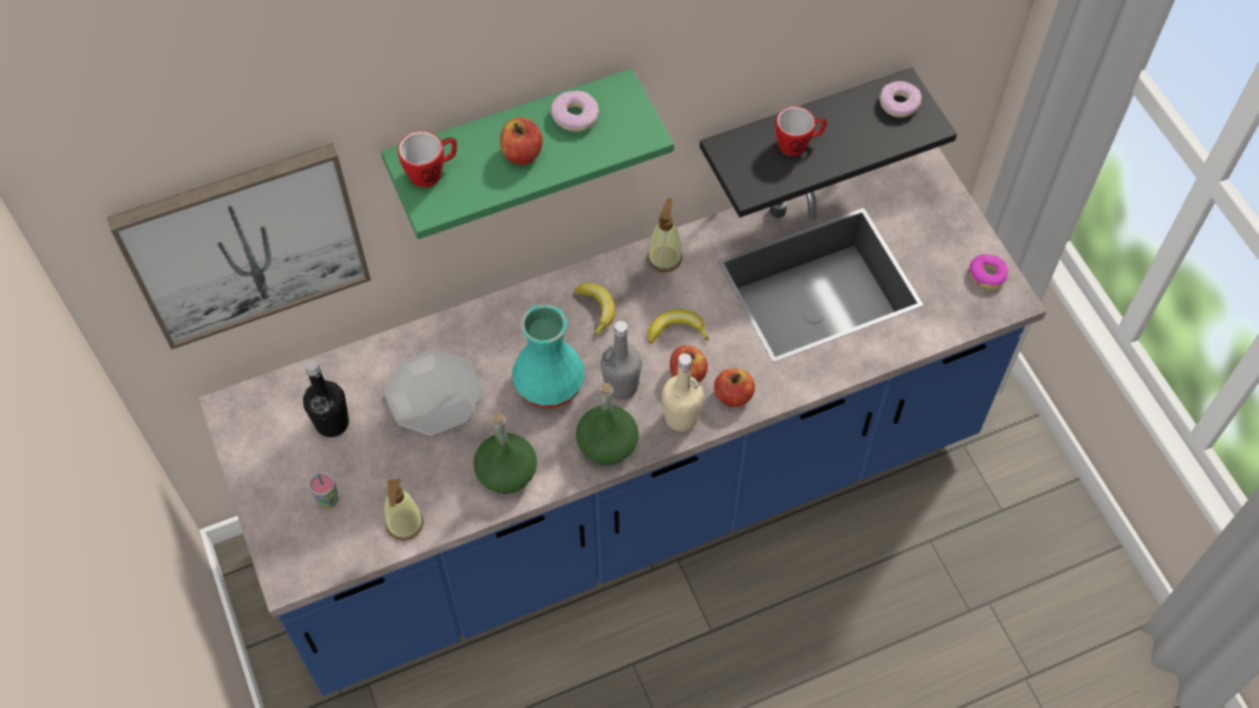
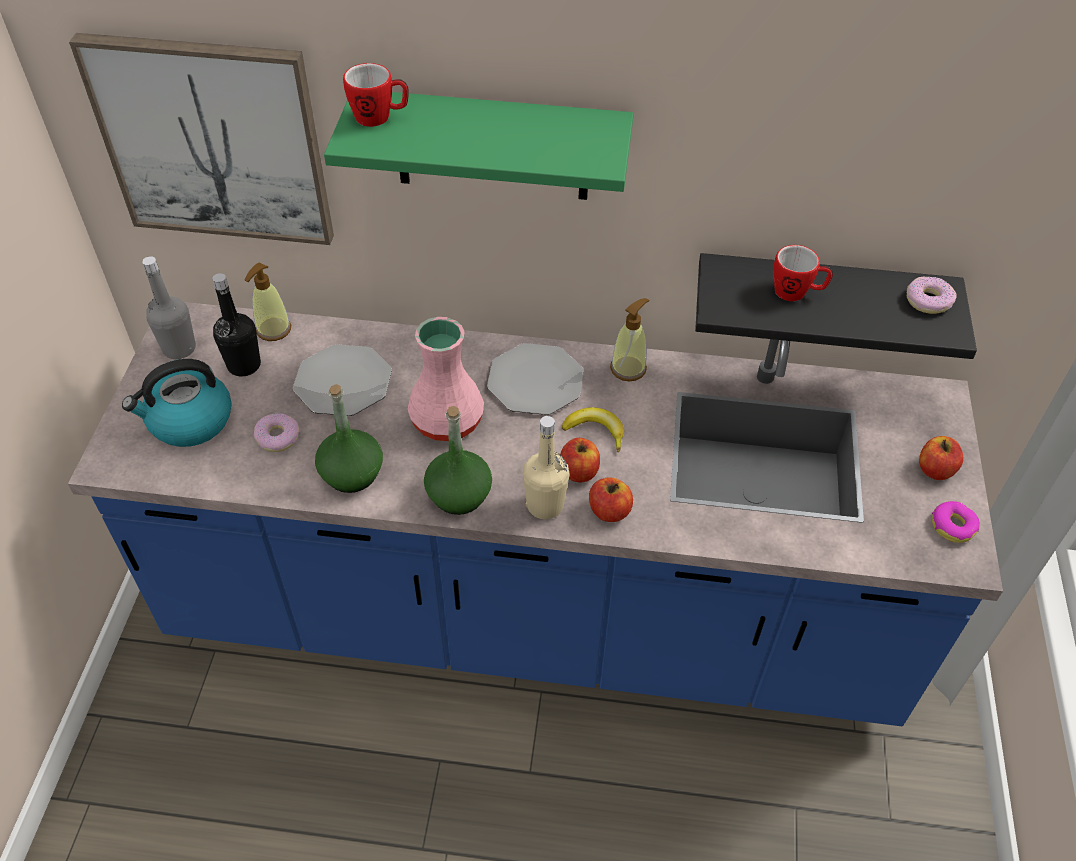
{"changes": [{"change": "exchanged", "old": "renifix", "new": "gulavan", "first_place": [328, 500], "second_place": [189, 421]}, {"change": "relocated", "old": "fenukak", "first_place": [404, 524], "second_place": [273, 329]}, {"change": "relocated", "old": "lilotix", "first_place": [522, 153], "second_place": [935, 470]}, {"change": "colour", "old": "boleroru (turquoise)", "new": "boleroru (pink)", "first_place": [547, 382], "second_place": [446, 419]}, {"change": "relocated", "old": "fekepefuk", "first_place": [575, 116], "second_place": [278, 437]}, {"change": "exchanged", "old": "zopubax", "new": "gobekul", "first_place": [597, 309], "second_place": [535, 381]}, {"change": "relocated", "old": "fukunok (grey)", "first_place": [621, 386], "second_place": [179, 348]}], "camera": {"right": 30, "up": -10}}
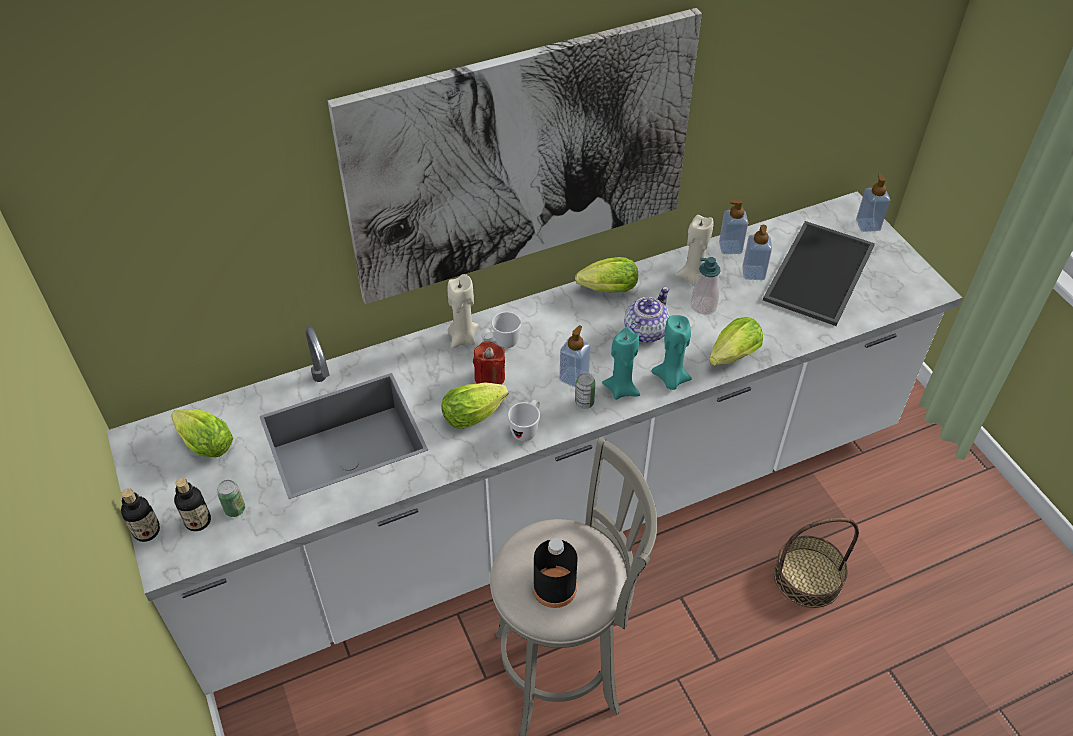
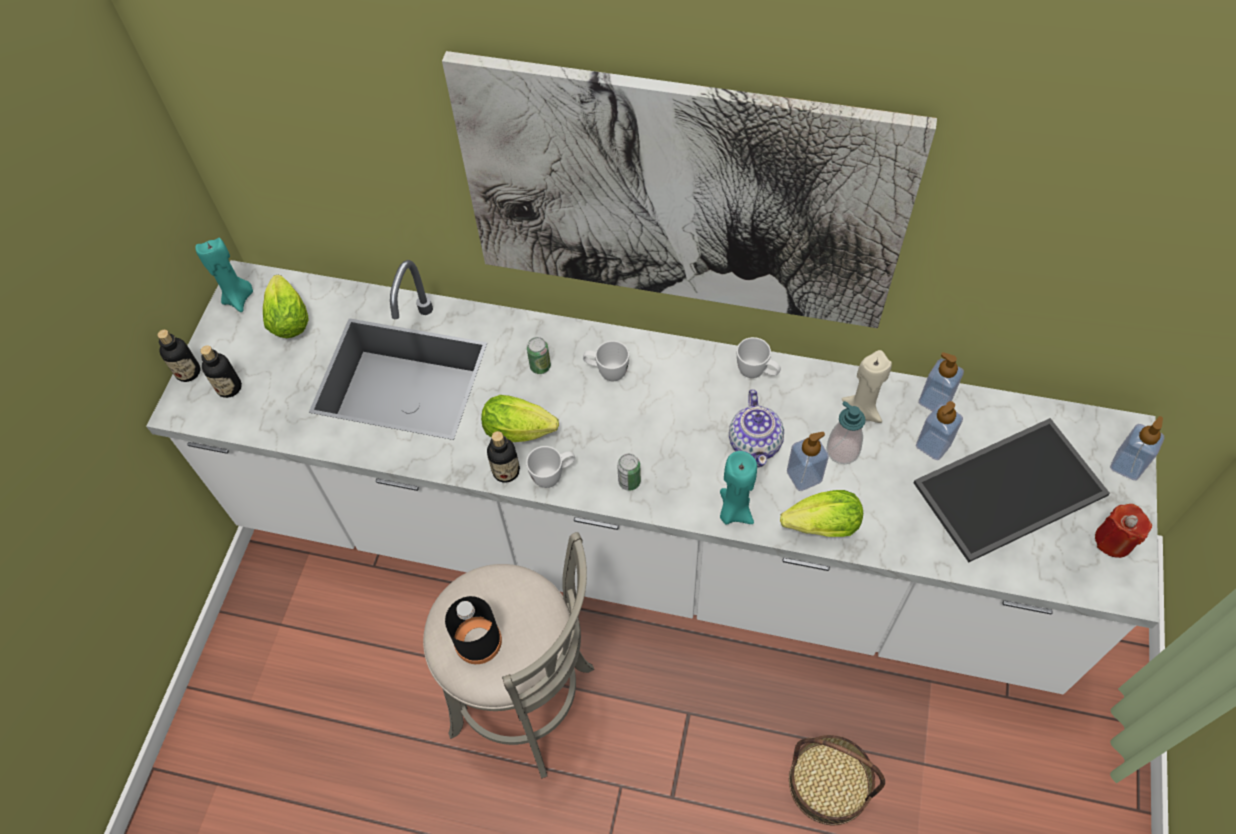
{"changes": [{"change": "relocated", "old": "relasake", "first_place": [235, 509], "second_place": [540, 366]}, {"change": "missing", "old": "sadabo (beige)", "first_place": [463, 338]}, {"change": "relocated", "old": "sadabo (red)", "first_place": [489, 377], "second_place": [1114, 540]}, {"change": "relocated", "old": "fenukak", "first_place": [574, 377], "second_place": [804, 476]}, {"change": "exchanged", "old": "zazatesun", "new": "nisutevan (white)", "first_place": [605, 290], "second_place": [757, 373]}, {"change": "relocated", "old": "sadabo (turquoise)", "first_place": [621, 389], "second_place": [239, 298]}, {"change": "spun", "old": "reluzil", "first_place": [645, 331], "second_place": [755, 443], "degrees": 105}, {"change": "appeared", "new": "fukunok", "second_place": [506, 471]}], "camera": {"right": 40, "up": 10}}
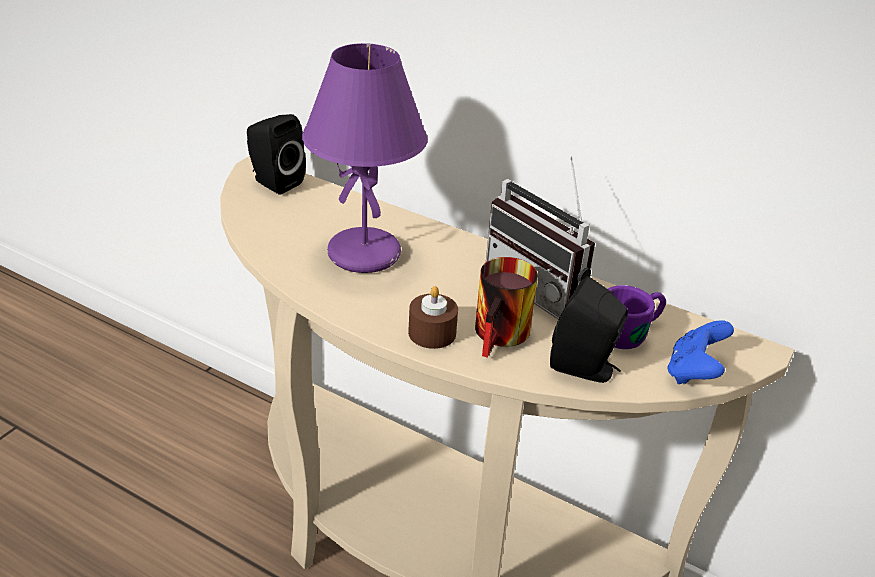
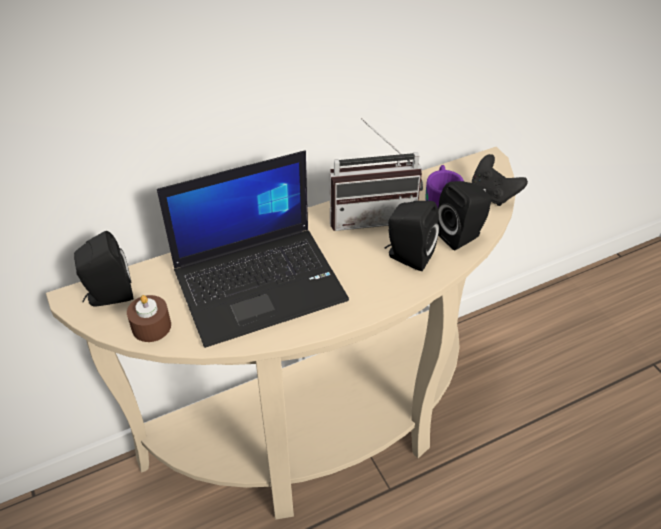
{"changes": [{"change": "exchanged", "old": "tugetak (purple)", "new": "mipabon", "first_place": [366, 254], "second_place": [261, 283]}, {"change": "relocated", "old": "sadabo (brown)", "first_place": [432, 333], "second_place": [151, 326]}, {"change": "exchanged", "old": "nisutevan", "new": "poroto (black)", "first_place": [504, 336], "second_place": [407, 256]}, {"change": "colour", "old": "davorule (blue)", "new": "davorule (black)", "first_place": [694, 373], "second_place": [493, 194]}], "camera": {"right": -55, "up": 10}}
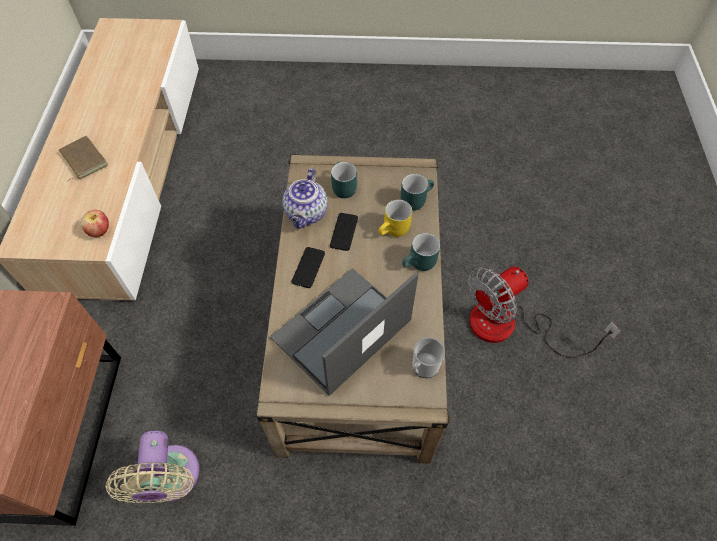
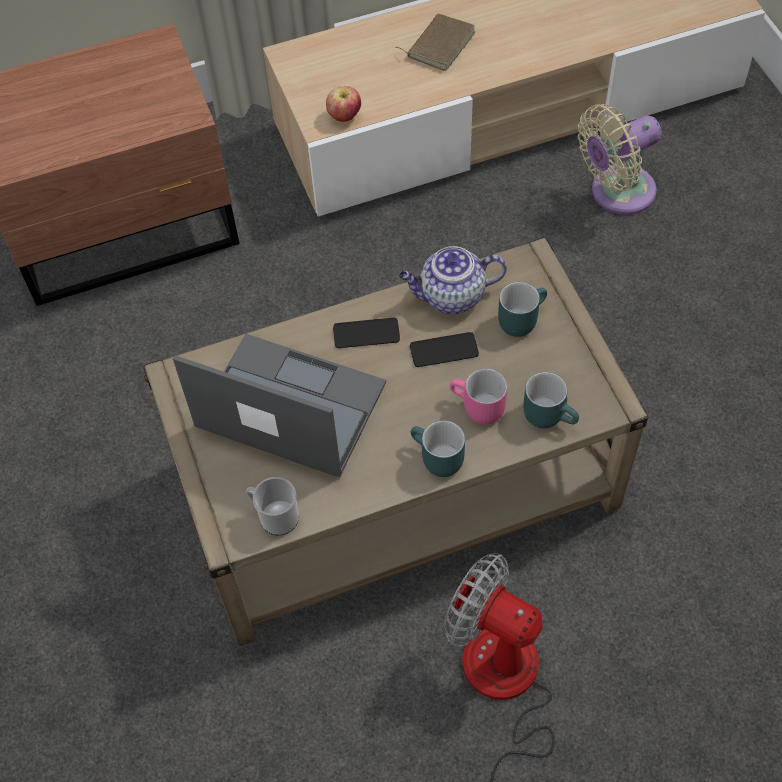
{"changes": [{"change": "relocated", "old": "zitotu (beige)", "first_place": [171, 480], "second_place": [616, 193]}, {"change": "colour", "old": "nisutevan (yellow)", "new": "nisutevan (pink)", "first_place": [394, 231], "second_place": [477, 409]}], "camera": {"right": 70, "up": 0}}
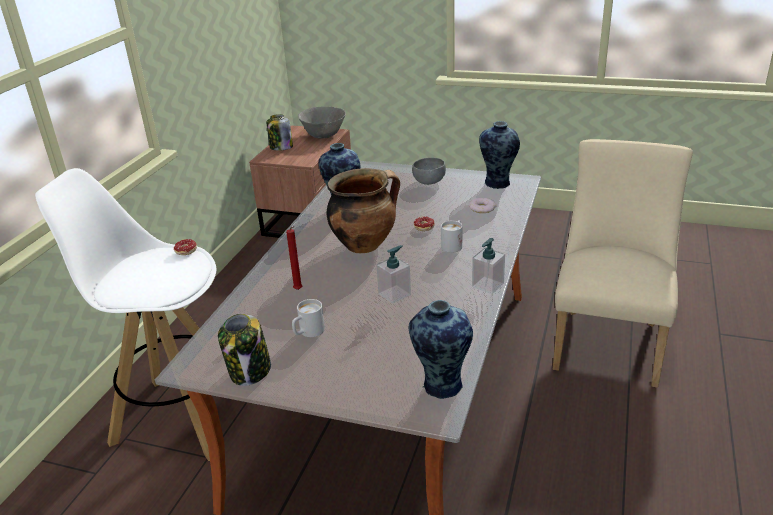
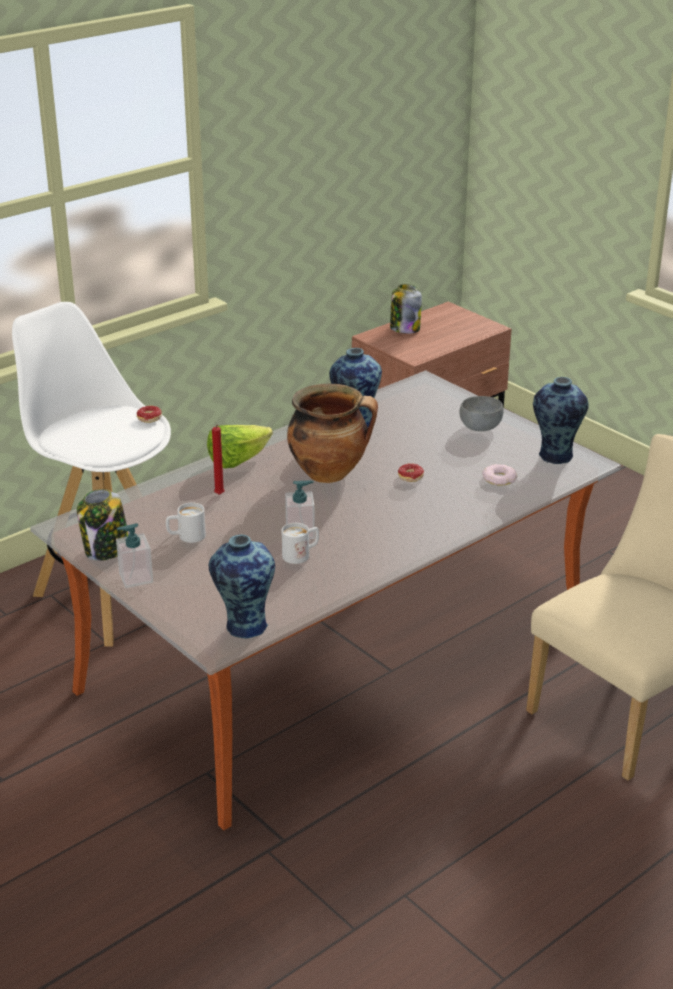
{"changes": [{"change": "missing", "old": "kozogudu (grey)", "first_place": [323, 135]}, {"change": "relocated", "old": "nisutevan (white)", "first_place": [453, 245], "second_place": [301, 554]}, {"change": "relocated", "old": "fenukak", "first_place": [487, 285], "second_place": [135, 578]}, {"change": "appeared", "new": "zazatesun", "second_place": [237, 460]}], "camera": {"right": 30, "up": 0}}
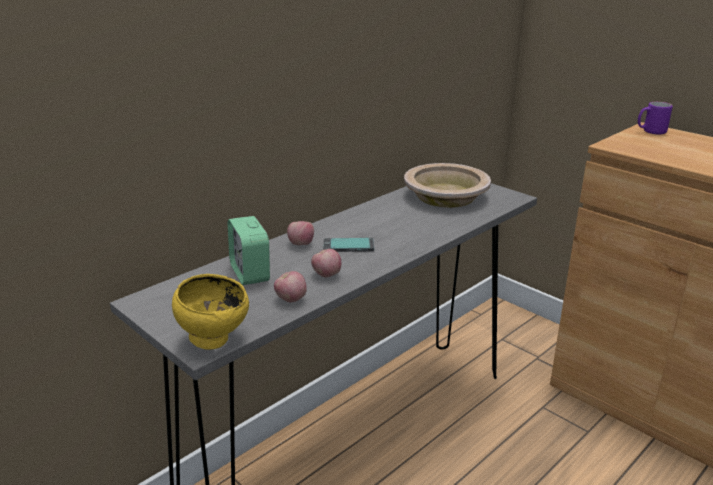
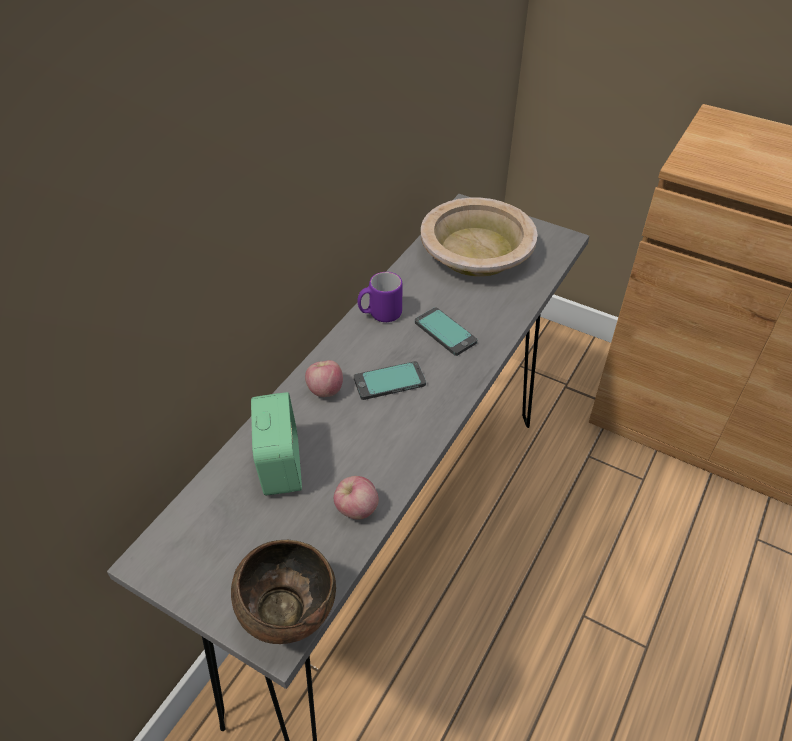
{"changes": [{"change": "colour", "old": "kozogudu (yellow)", "new": "kozogudu (brown)", "first_place": [215, 340], "second_place": [289, 617]}, {"change": "spun", "old": "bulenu", "first_place": [250, 273], "second_place": [280, 466], "degrees": -150}, {"change": "missing", "old": "lilotix", "first_place": [326, 275]}, {"change": "relocated", "old": "nisutevan (purple)", "first_place": [650, 132], "second_place": [380, 314]}, {"change": "appeared", "new": "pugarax", "second_place": [445, 332]}], "camera": {"right": -15, "up": 20}}
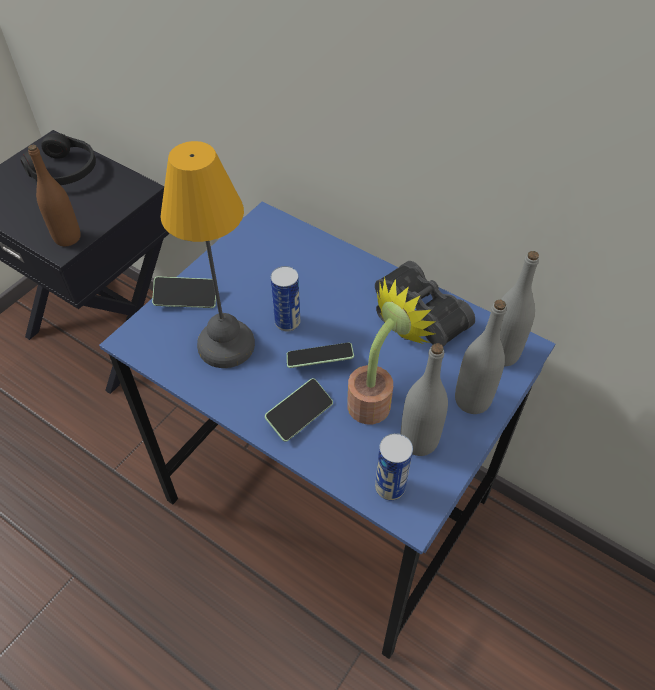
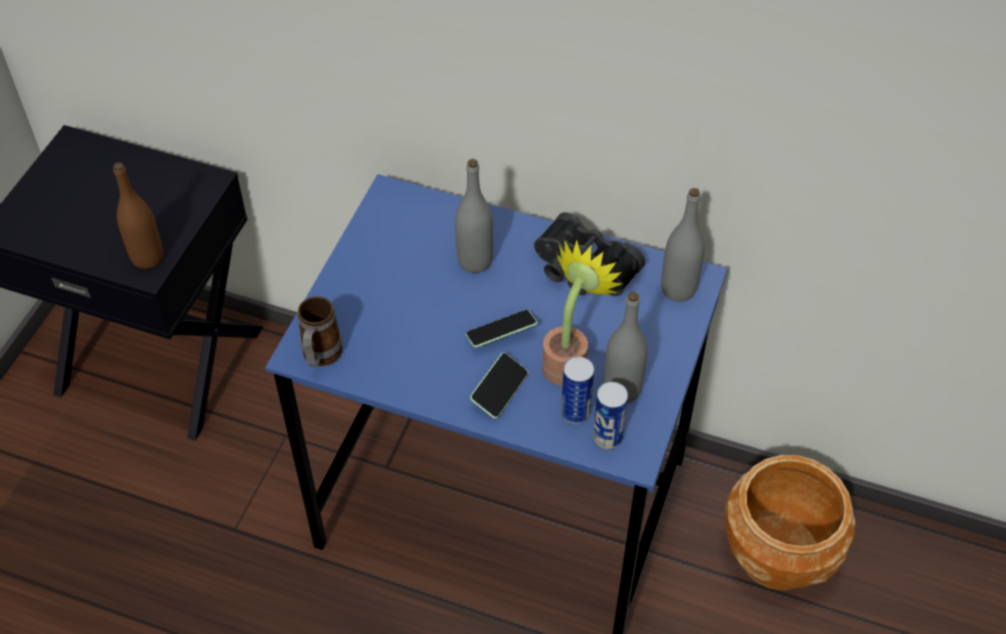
{"changes": [{"change": "missing", "old": "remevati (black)", "first_place": [64, 170]}, {"change": "missing", "old": "pugarax", "first_place": [186, 298]}, {"change": "missing", "old": "tugetak", "first_place": [226, 346]}, {"change": "relocated", "old": "relasake", "first_place": [287, 322], "second_place": [575, 413]}, {"change": "relocated", "old": "fukunok (grey)", "first_place": [472, 400], "second_place": [475, 261]}, {"change": "appeared", "new": "nisutevan", "second_place": [320, 358]}, {"change": "appeared", "new": "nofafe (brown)", "second_place": [778, 553]}], "camera": {"right": -15, "up": 0}}
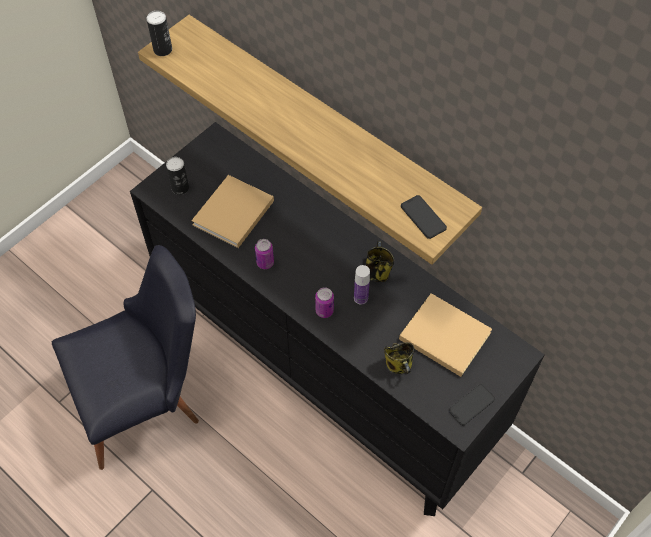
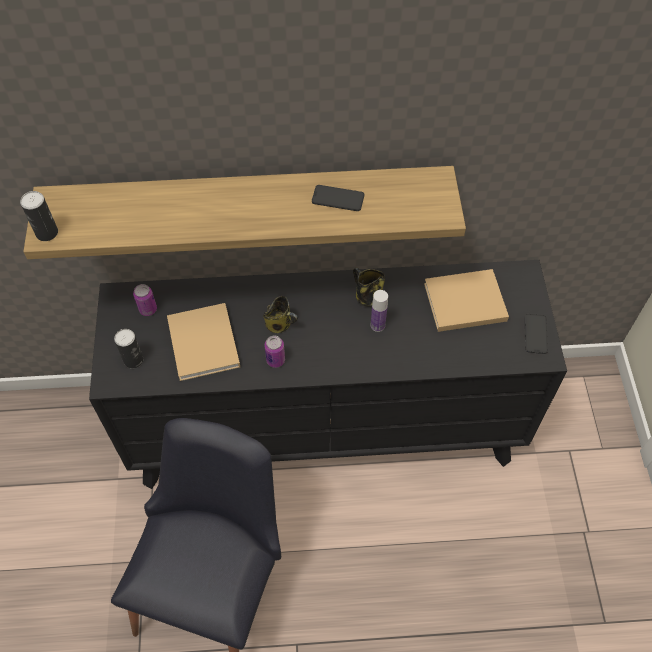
{"changes": [{"change": "relocated", "old": "relasake", "first_place": [324, 311], "second_place": [148, 309]}, {"change": "relocated", "old": "nisutevan", "first_place": [399, 365], "second_place": [280, 324]}, {"change": "relocated", "old": "pugarax", "first_place": [423, 217], "second_place": [338, 198]}], "camera": {"right": -45, "up": 0}}
